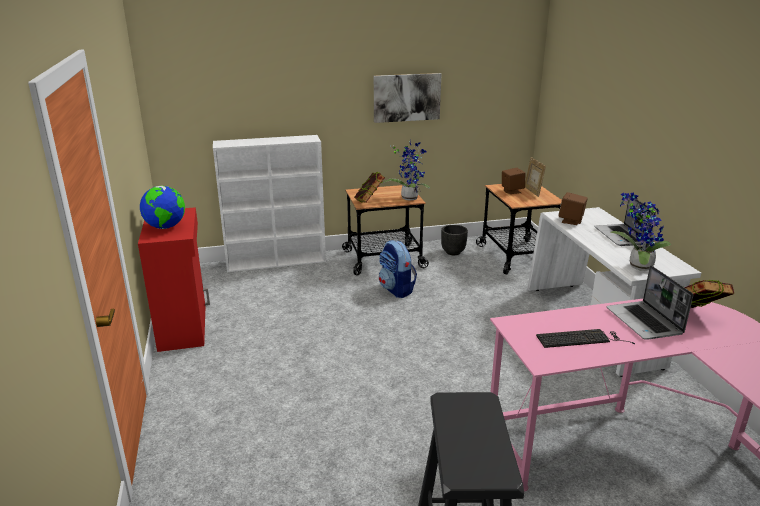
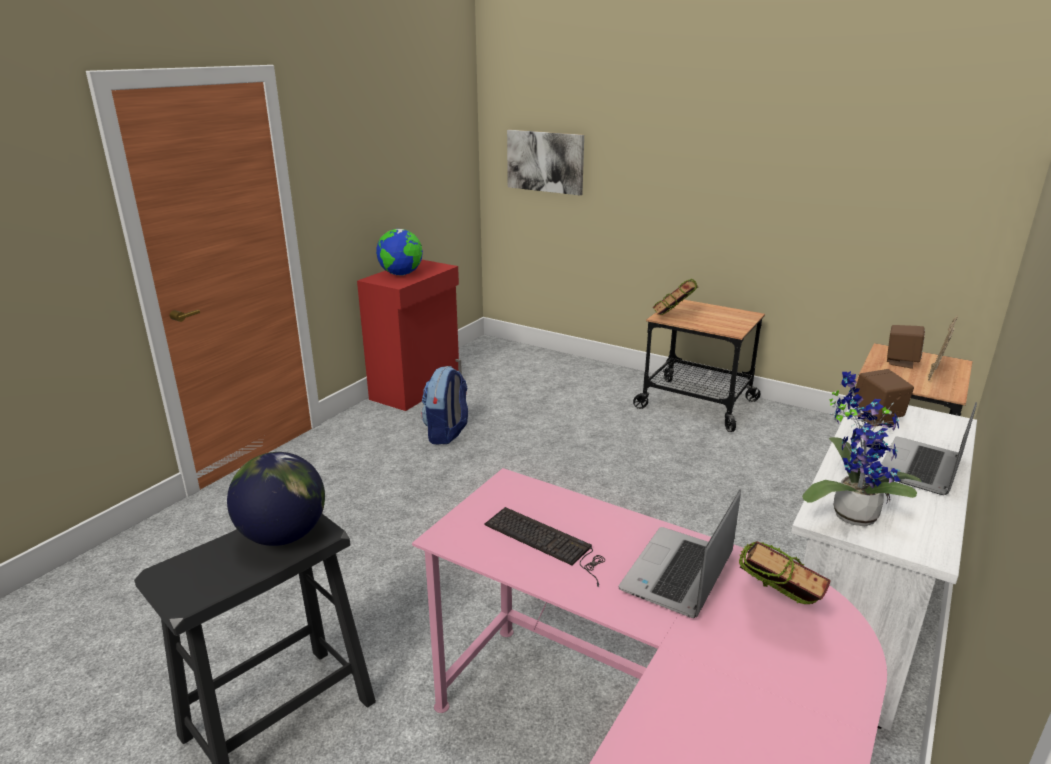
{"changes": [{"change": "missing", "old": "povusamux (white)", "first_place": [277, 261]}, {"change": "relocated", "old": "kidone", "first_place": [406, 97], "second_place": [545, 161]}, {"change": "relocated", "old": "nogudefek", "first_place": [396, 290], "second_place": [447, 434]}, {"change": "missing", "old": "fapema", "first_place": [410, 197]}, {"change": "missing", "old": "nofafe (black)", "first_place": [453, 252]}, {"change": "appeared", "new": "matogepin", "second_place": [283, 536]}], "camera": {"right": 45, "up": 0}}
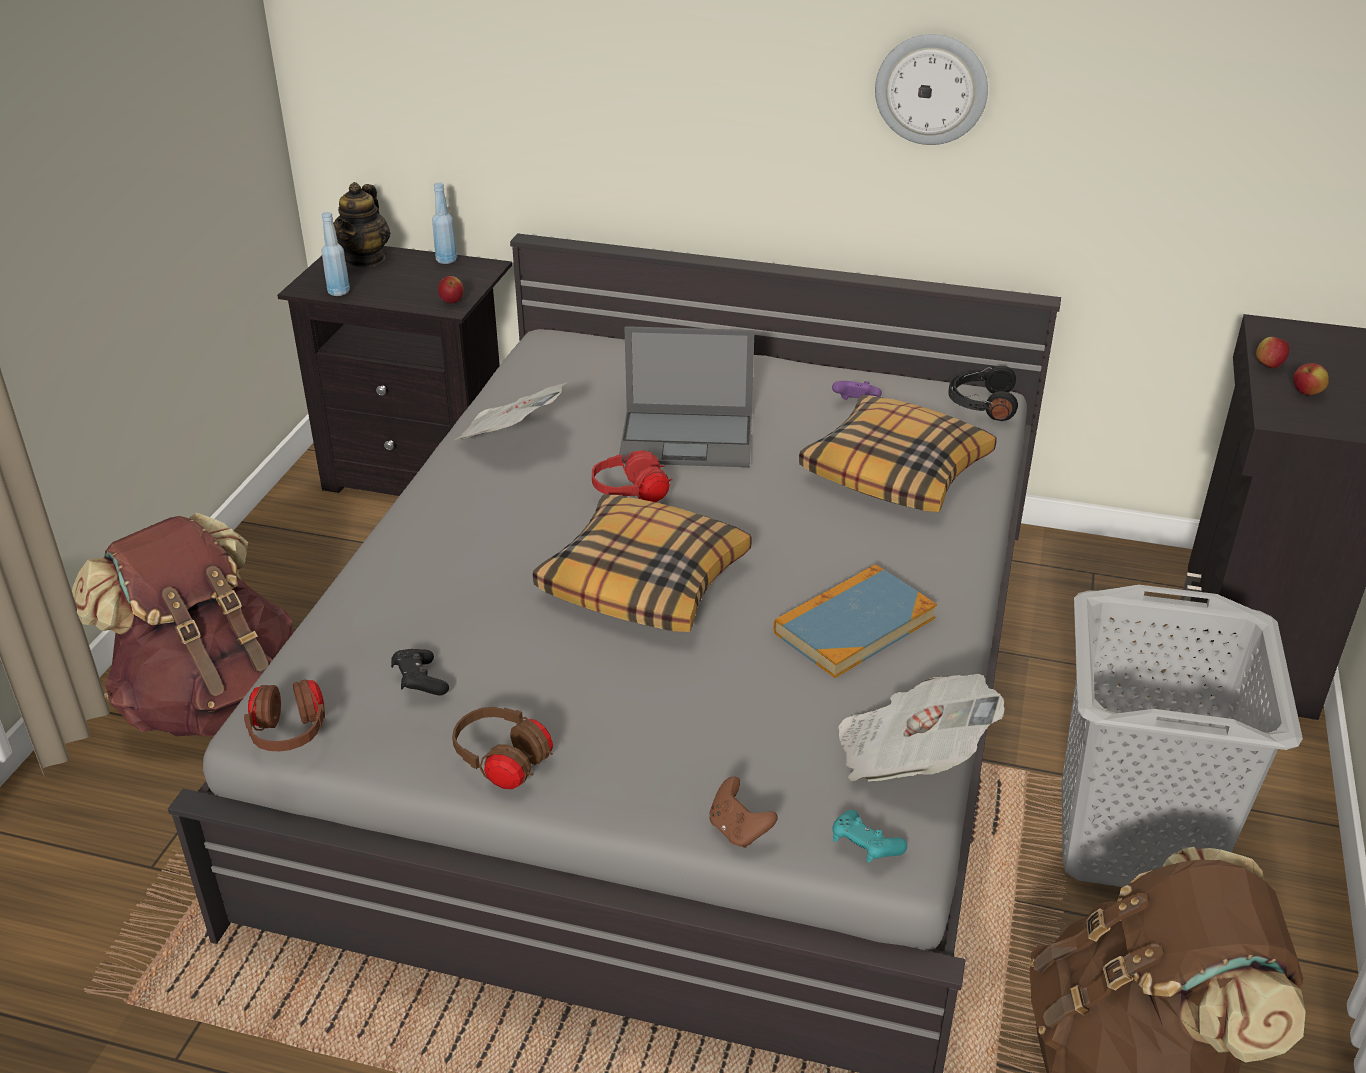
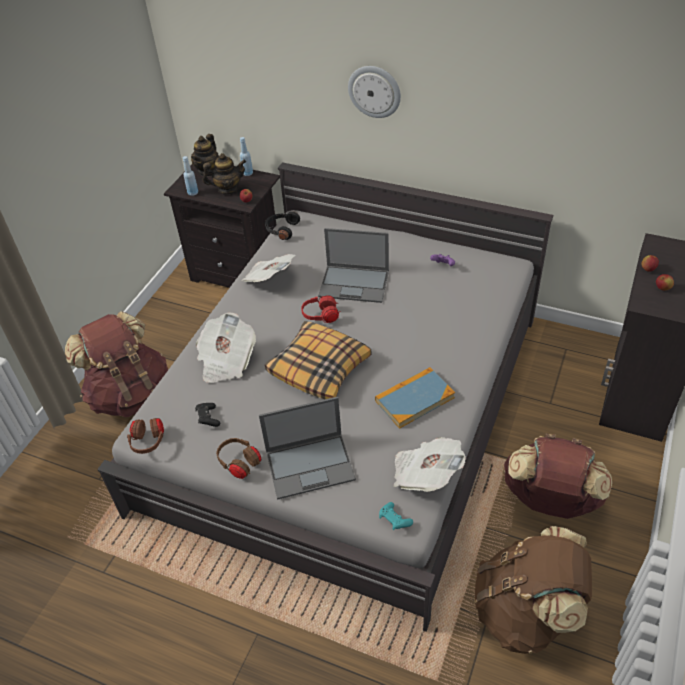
{"changes": [{"change": "missing", "old": "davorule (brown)", "first_place": [738, 830]}, {"change": "missing", "old": "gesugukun", "first_place": [896, 470]}, {"change": "relocated", "old": "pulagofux", "first_place": [931, 89], "second_place": [374, 91]}, {"change": "relocated", "old": "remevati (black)", "first_place": [981, 404], "second_place": [281, 230]}, {"change": "exchanged", "old": "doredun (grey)", "new": "nogudefek (brown)", "first_place": [1132, 839], "second_place": [550, 500]}, {"change": "appeared", "new": "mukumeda", "second_place": [226, 361]}, {"change": "appeared", "new": "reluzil", "second_place": [228, 189]}, {"change": "appeared", "new": "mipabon", "second_place": [311, 465]}], "camera": {"right": 10, "up": 10}}
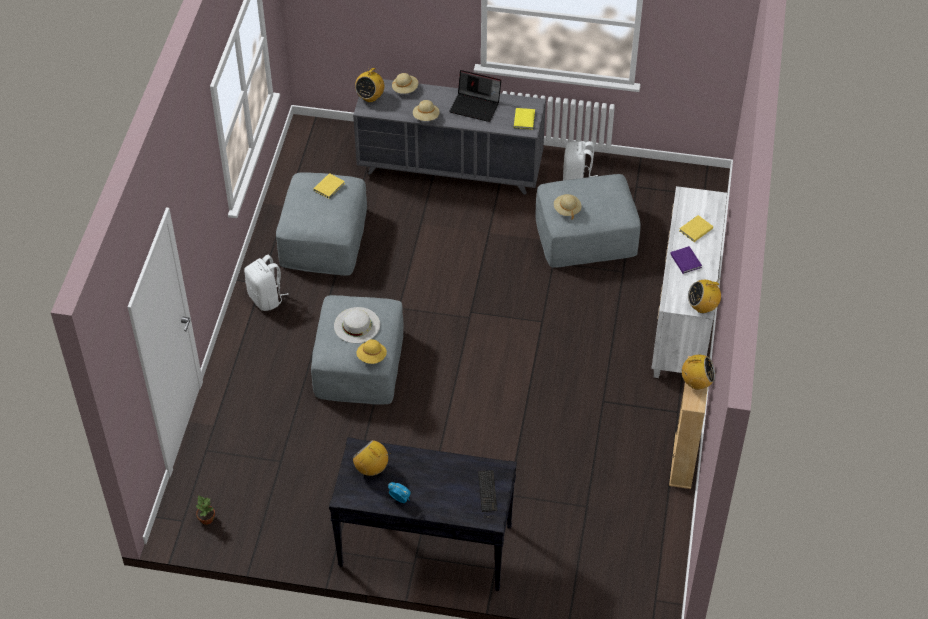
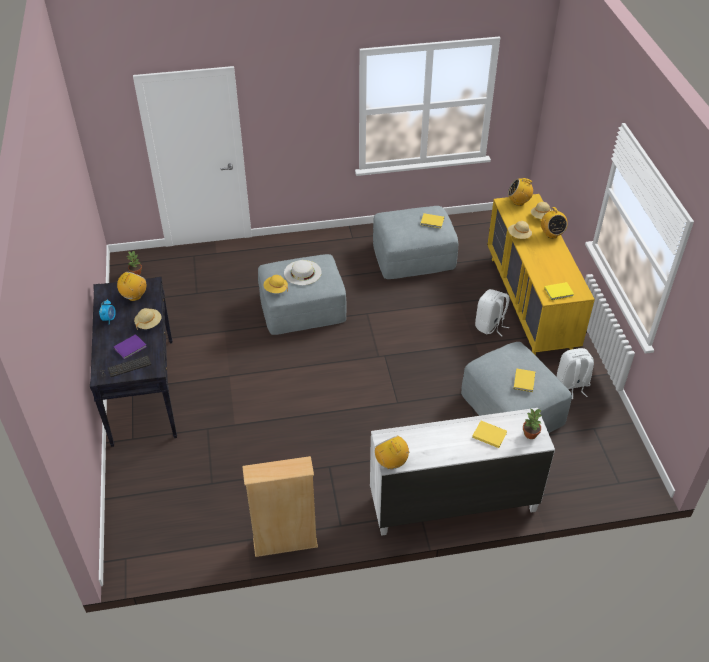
{"changes": [{"change": "relocated", "old": "nogudefek (white)", "first_place": [266, 298], "second_place": [490, 326]}, {"change": "colour", "old": "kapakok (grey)", "new": "kapakok (yellow)", "first_place": [451, 168], "second_place": [530, 303]}, {"change": "missing", "old": "mipabon", "first_place": [476, 106]}, {"change": "relocated", "old": "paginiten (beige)", "first_place": [567, 210], "second_place": [149, 323]}, {"change": "relocated", "old": "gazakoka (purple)", "first_place": [686, 260], "second_place": [131, 347]}, {"change": "relocated", "old": "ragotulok", "first_place": [696, 383], "second_place": [551, 234]}, {"change": "appeared", "new": "gazakoka (yellow)", "second_place": [524, 380]}, {"change": "appeared", "new": "fapema", "second_place": [530, 434]}], "camera": {"right": 70, "up": -5}}
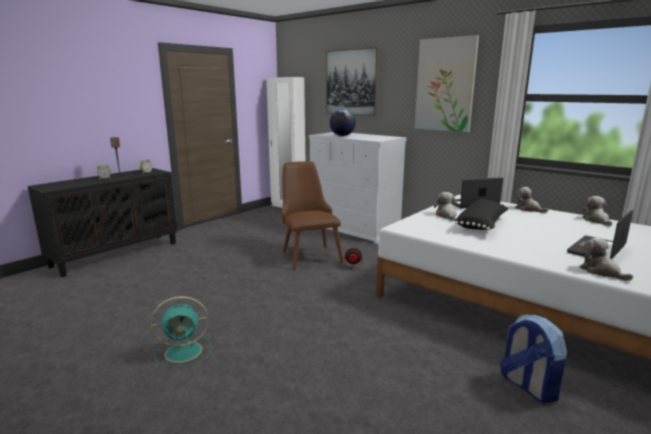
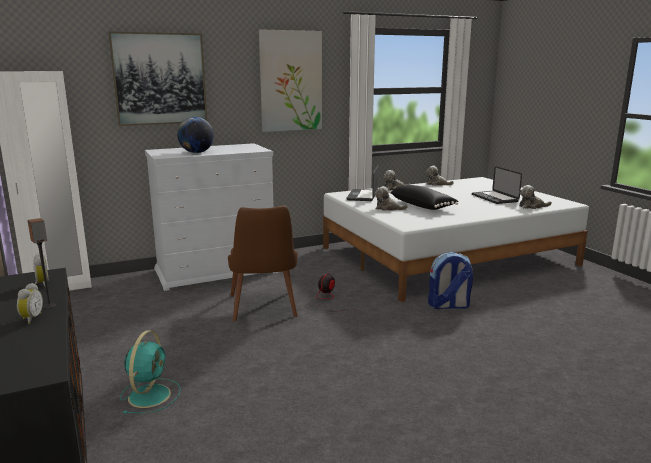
{"changes": [{"change": "relocated", "old": "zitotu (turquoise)", "first_place": [185, 351], "second_place": [150, 394]}, {"change": "spun", "old": "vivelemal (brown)", "first_place": [308, 254], "second_place": [264, 310], "degrees": -105}, {"change": "relocated", "old": "nogudefek", "first_place": [527, 386], "second_place": [448, 306]}], "camera": {"right": -65, "up": 0}}
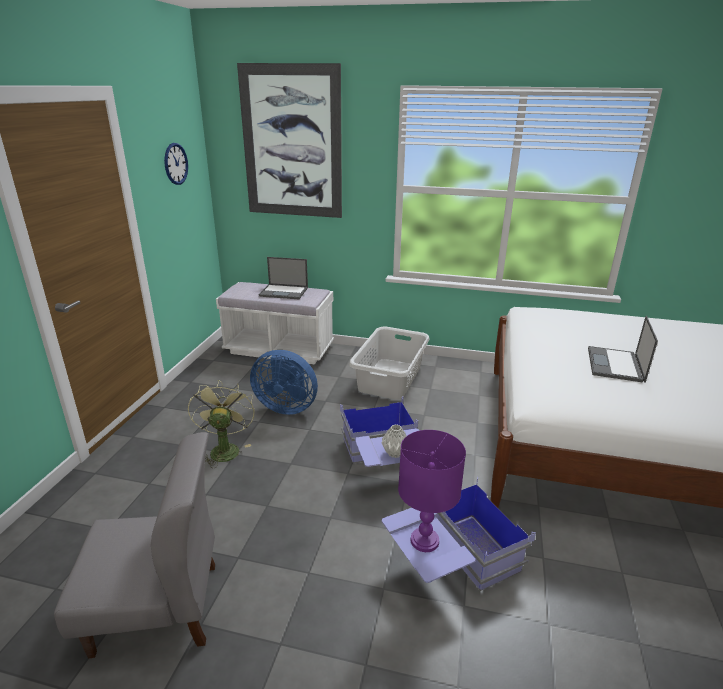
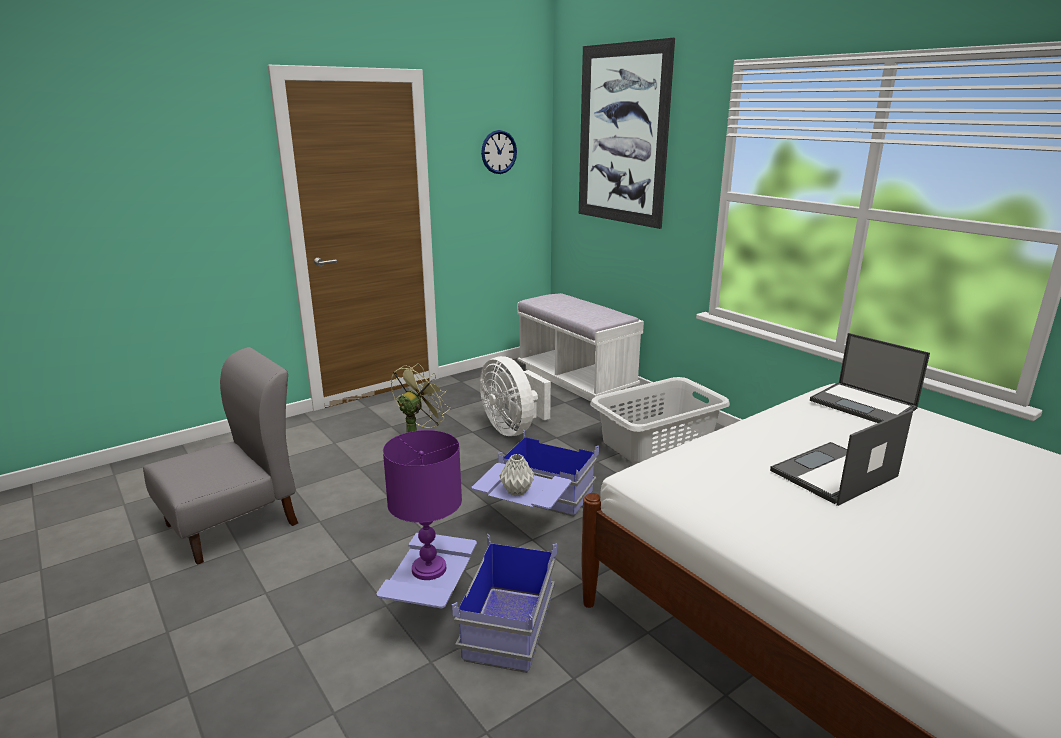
{"changes": [{"change": "spun", "old": "vivelemal (grey)", "first_place": [158, 608], "second_place": [233, 524], "degrees": -75}, {"change": "colour", "old": "zitotu (blue)", "new": "zitotu (white)", "first_place": [286, 406], "second_place": [513, 429]}, {"change": "relocated", "old": "mipabon", "first_place": [284, 292], "second_place": [864, 405]}], "camera": {"right": 40, "up": -5}}
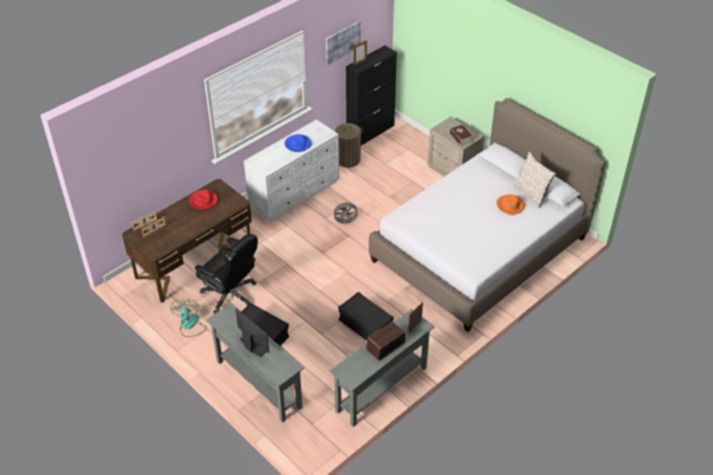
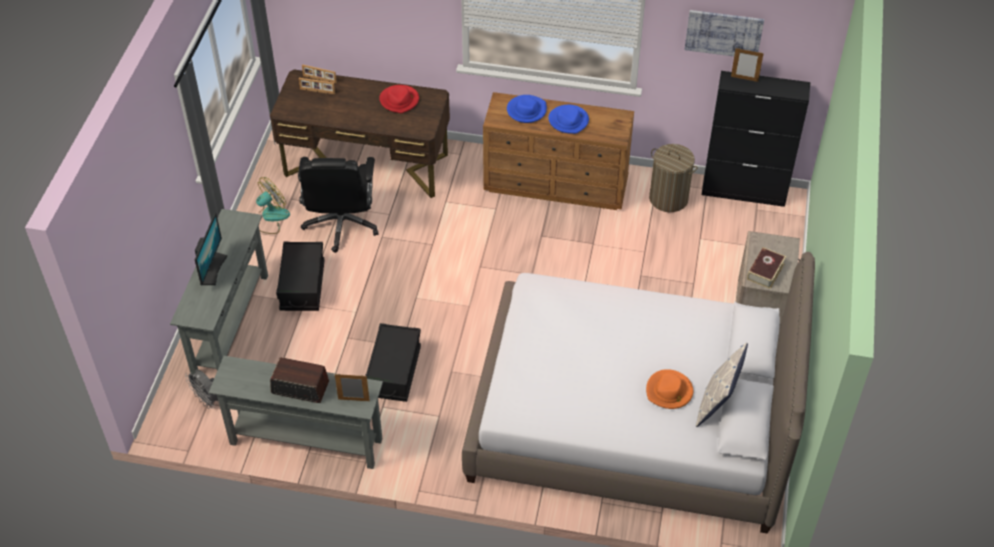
{"changes": [{"change": "colour", "old": "kapakok (white)", "new": "kapakok (brown)", "first_place": [295, 194], "second_place": [557, 185]}, {"change": "relocated", "old": "zitotu (grey)", "first_place": [346, 222], "second_place": [208, 400]}, {"change": "appeared", "new": "paginiten (blue)", "second_place": [526, 110]}], "camera": {"right": 55, "up": 5}}
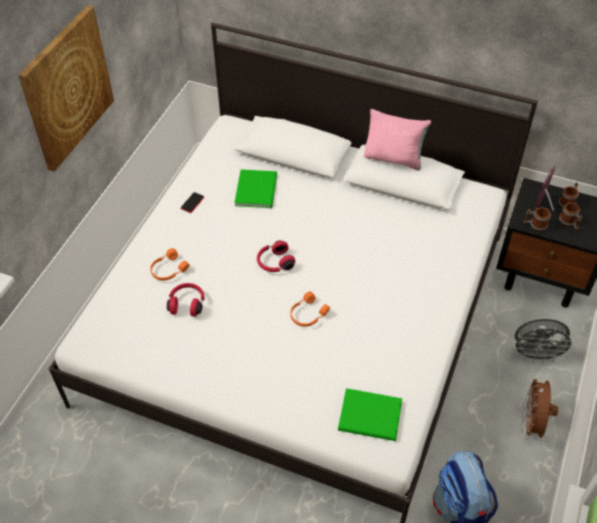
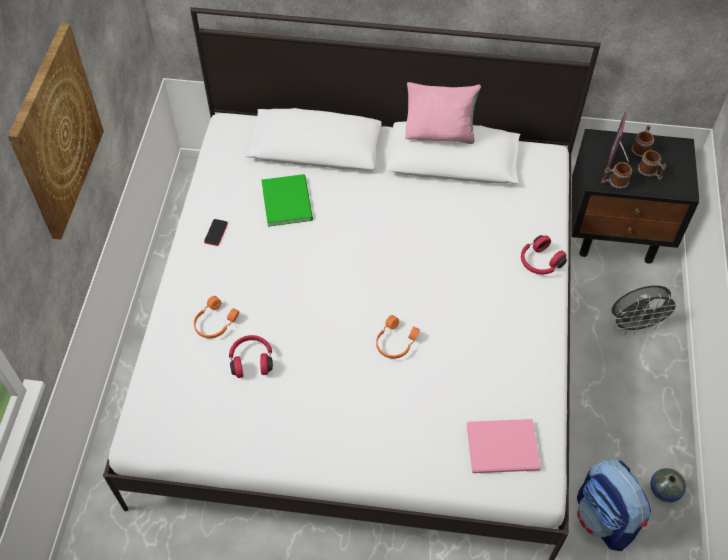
{"changes": [{"change": "relocated", "old": "remevati (red)", "first_place": [274, 263], "second_place": [540, 262]}, {"change": "colour", "old": "gazakoka (green)", "new": "gazakoka (pink)", "first_place": [371, 417], "second_place": [505, 449]}, {"change": "missing", "old": "zitotu (brown)", "first_place": [531, 423]}, {"change": "appeared", "new": "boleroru", "second_place": [664, 490]}], "camera": {"right": -15, "up": 5}}
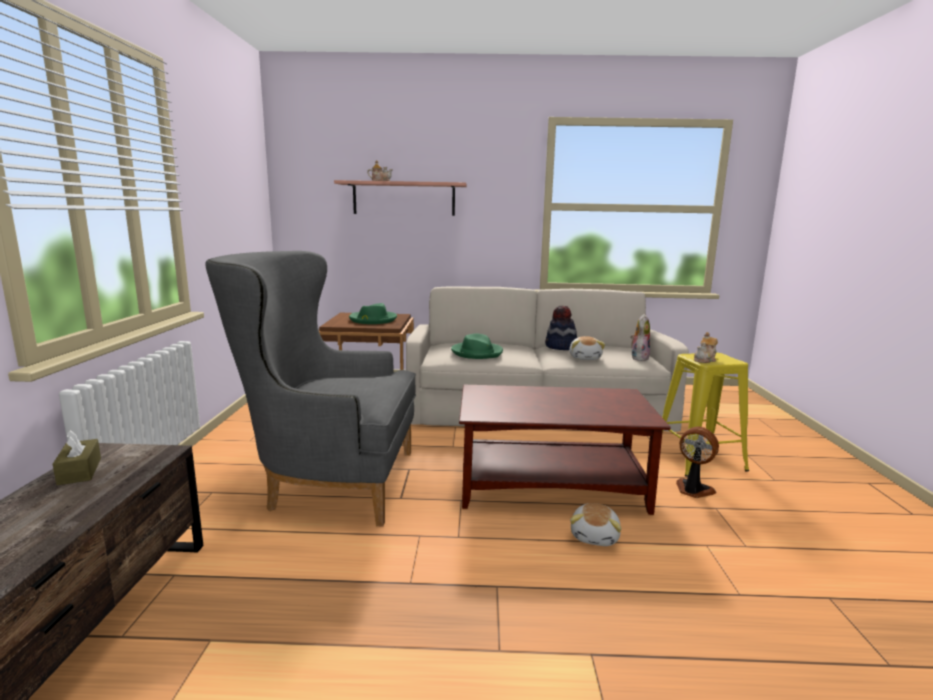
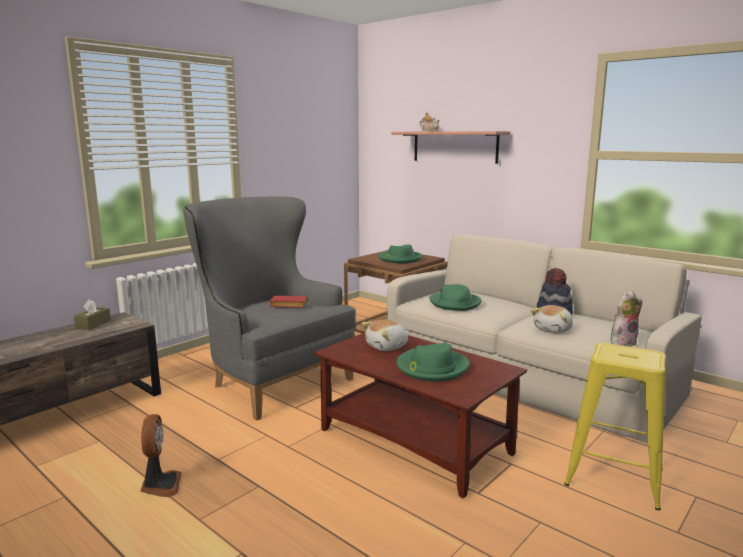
{"changes": [{"change": "relocated", "old": "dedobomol", "first_place": [595, 536], "second_place": [387, 347]}, {"change": "relocated", "old": "zitotu", "first_place": [693, 490], "second_place": [160, 485]}, {"change": "missing", "old": "reluzil", "first_place": [705, 360]}, {"change": "appeared", "new": "gazakoka (red)", "second_place": [287, 305]}, {"change": "appeared", "new": "paginiten (green)", "second_place": [431, 368]}], "camera": {"right": 40, "up": 0}}
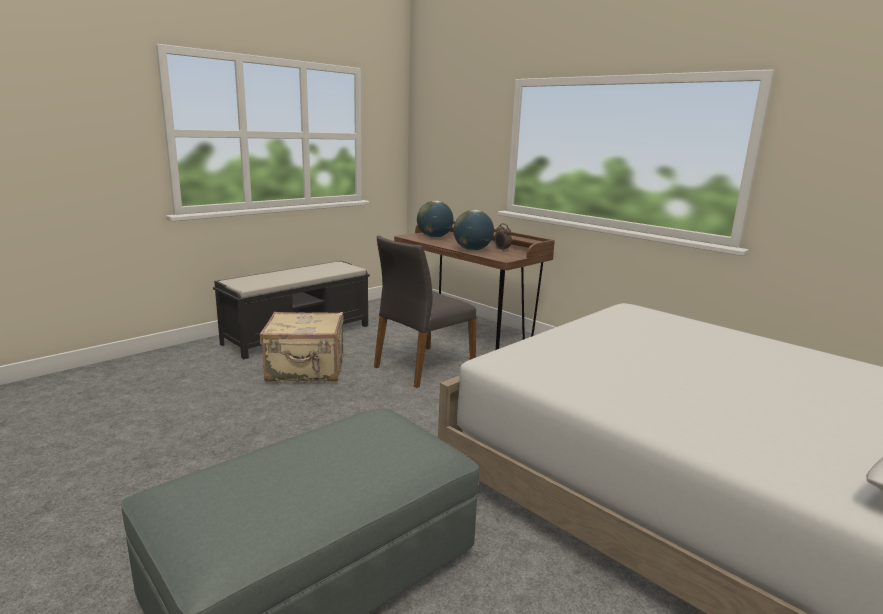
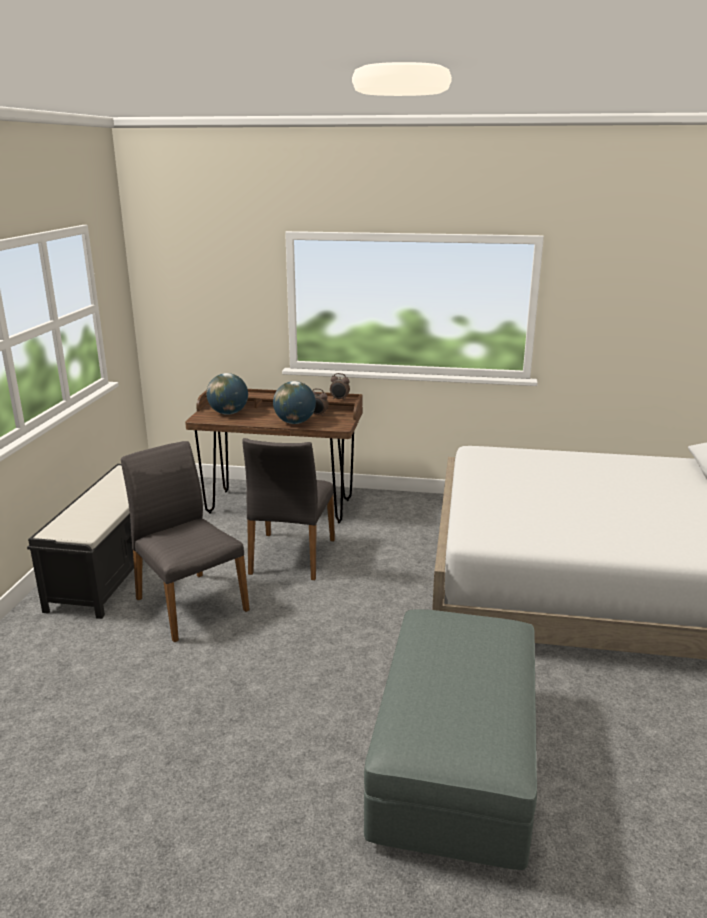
{"changes": [{"change": "exchanged", "old": "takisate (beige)", "new": "vivelemal (grey)", "first_place": [306, 370], "second_place": [189, 604]}, {"change": "appeared", "new": "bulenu", "second_place": [339, 399]}], "camera": {"right": -35, "up": 5}}
